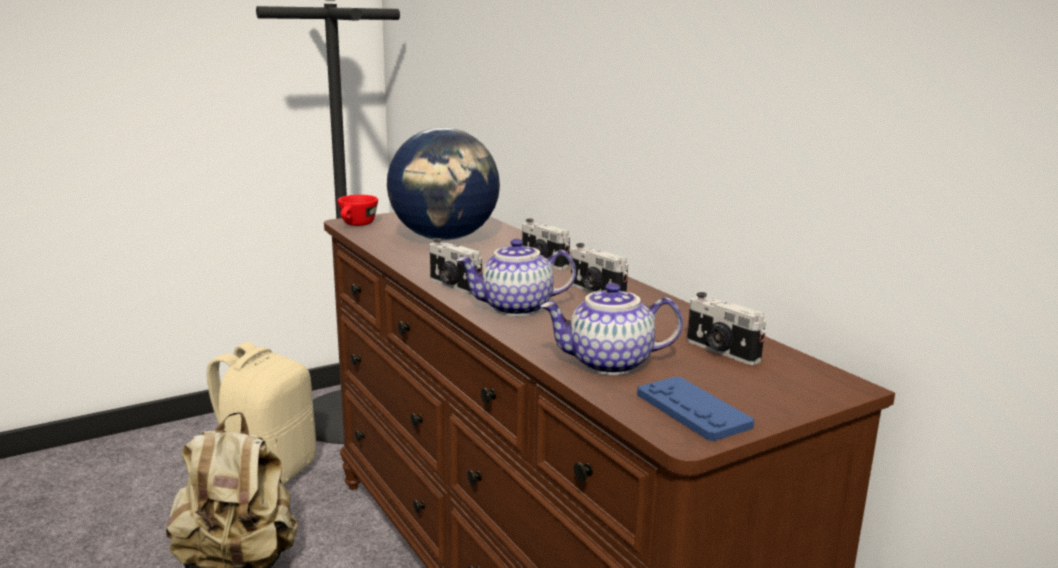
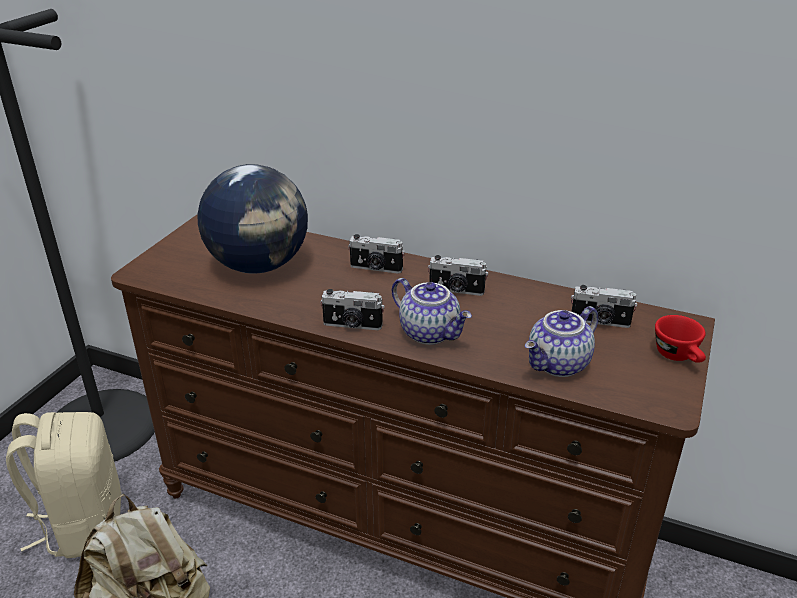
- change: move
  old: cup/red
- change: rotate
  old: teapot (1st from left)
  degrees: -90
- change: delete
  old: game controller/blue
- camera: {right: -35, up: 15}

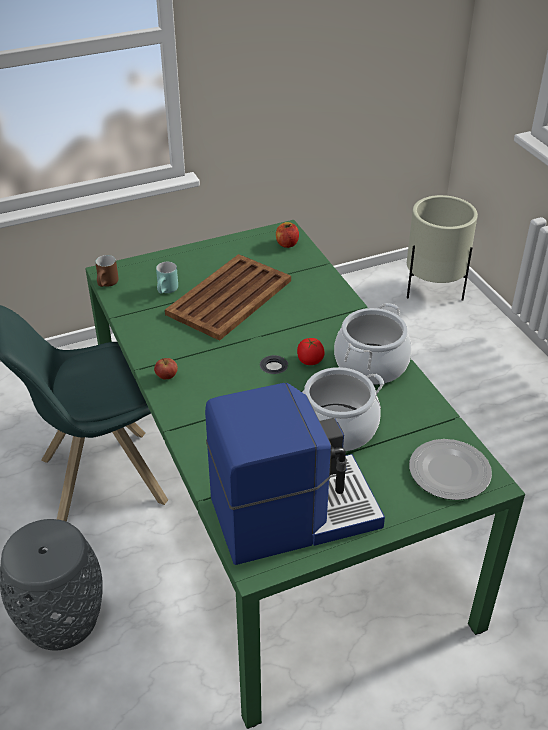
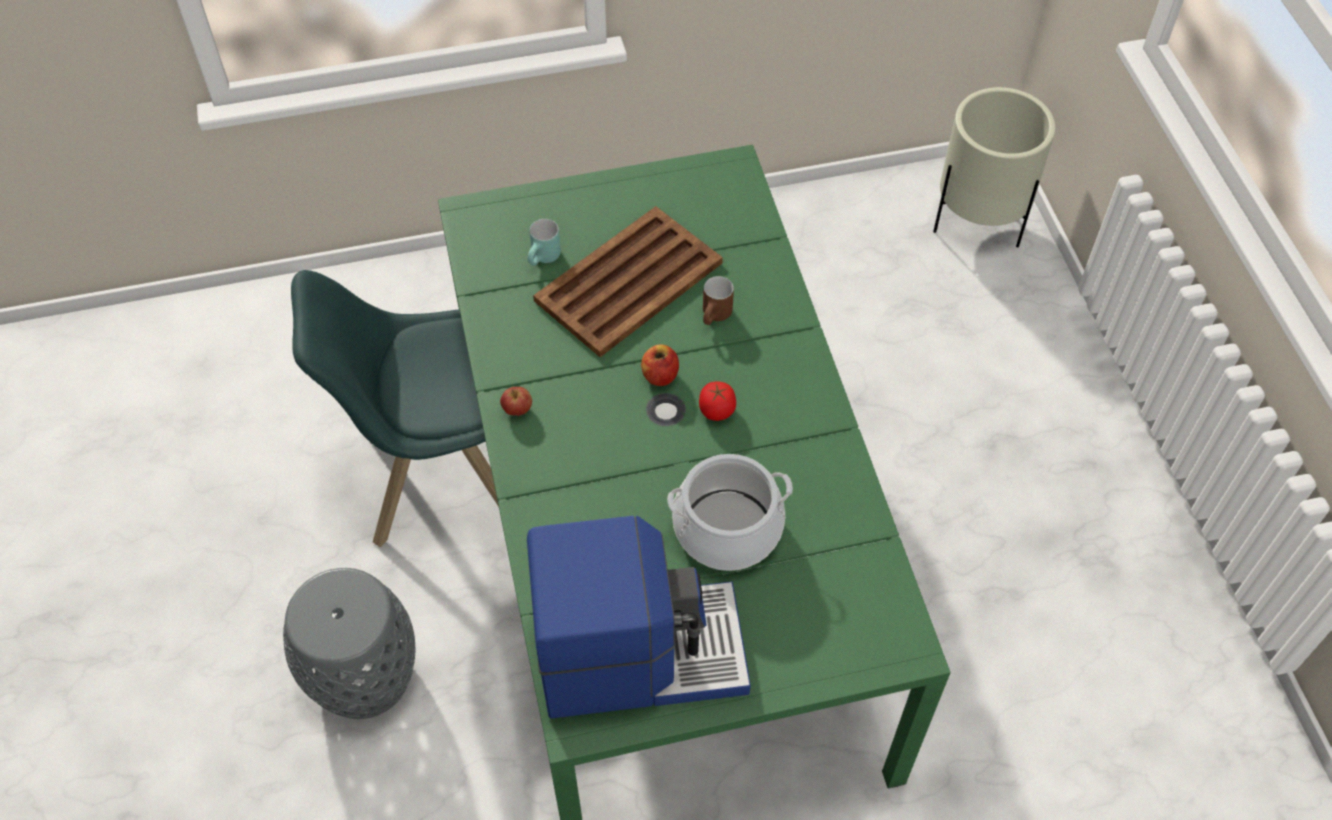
- change: move
  old: apple (2nd from left)
- change: move
  old: mug/brown
- change: delete
  old: cooking pot (2nd from left)
- change: delete
  old: plate
- camera: {right: 10, up: 15}

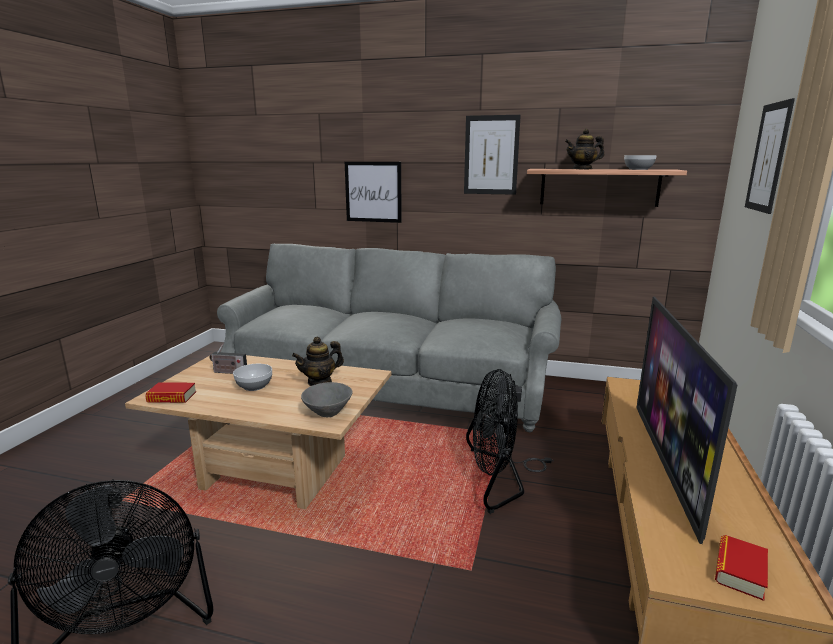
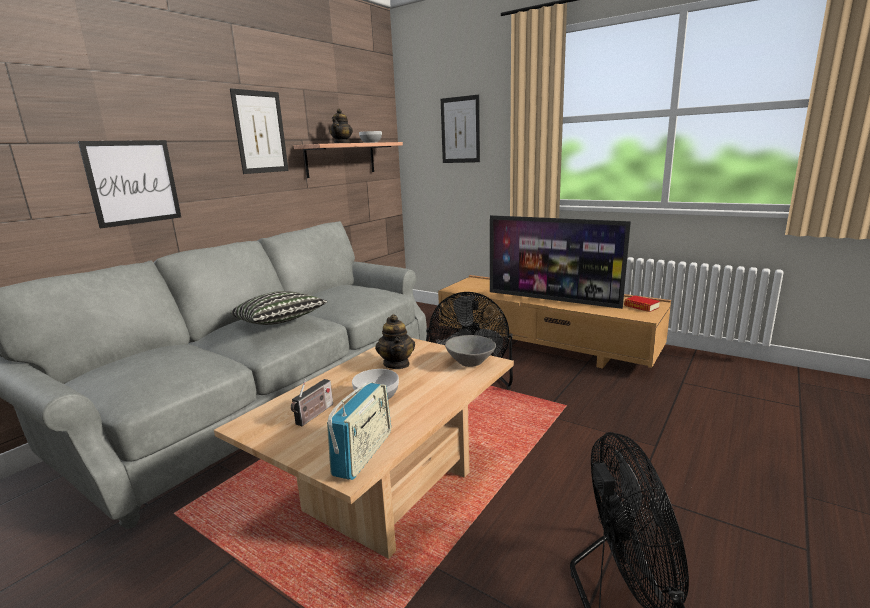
- change: replace
  old: book (1st from left)
  new: radio (2nd from left)
- change: insert
  new: pillow
- camera: {right: -70, up: 0}

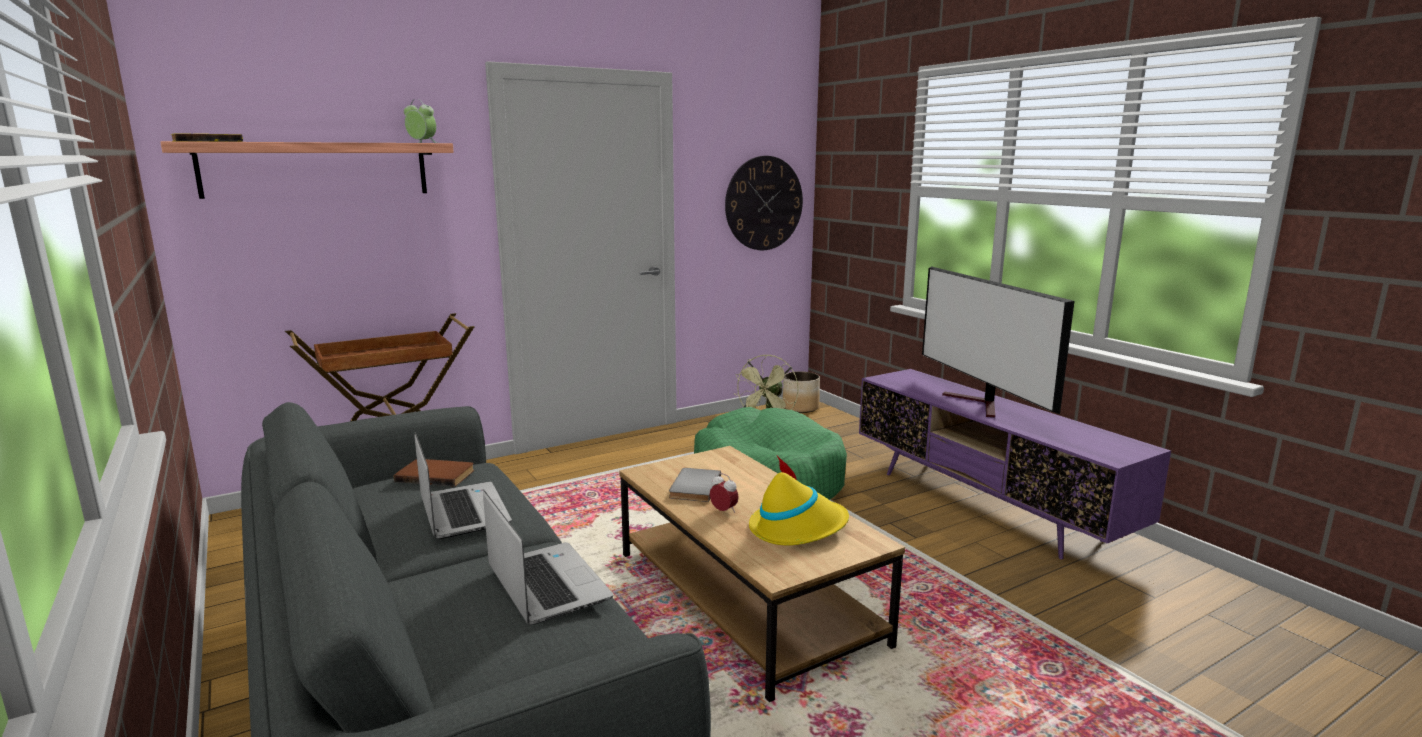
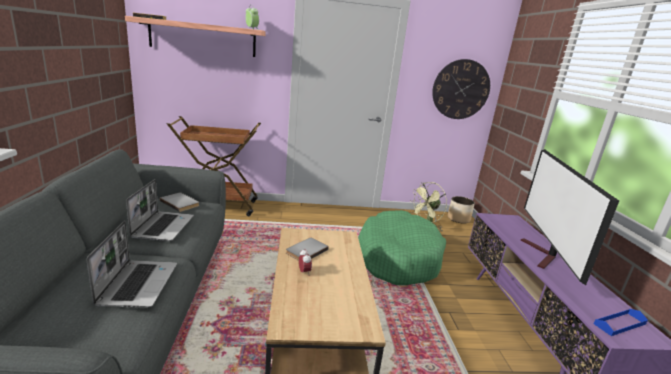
- change: delete
  old: hat/yellow
- change: recolor
  old: book/brown
  new: book/grey (1st from left)
- change: insert
  new: tray/blue
- camera: {right: 25, up: 5}

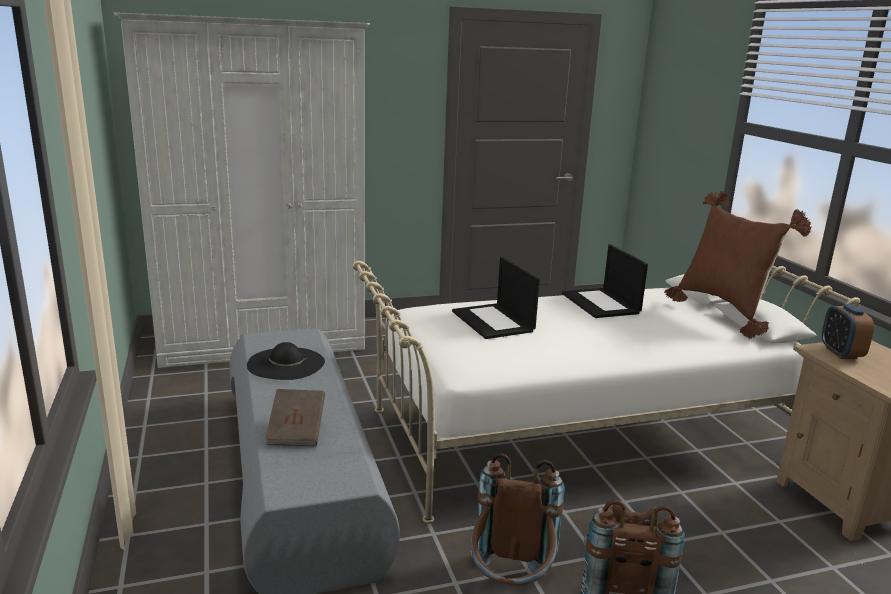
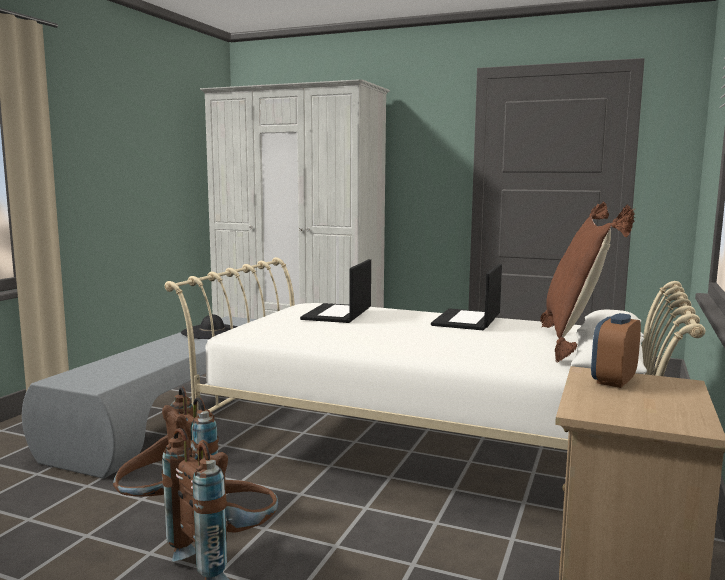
- change: delete
  old: book/brown
- camera: {right: 40, up: -10}

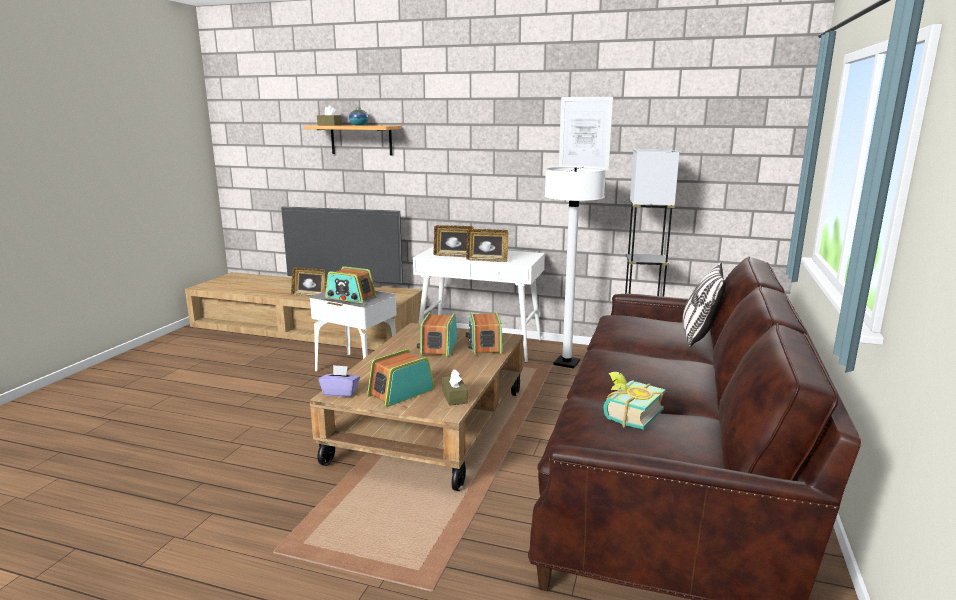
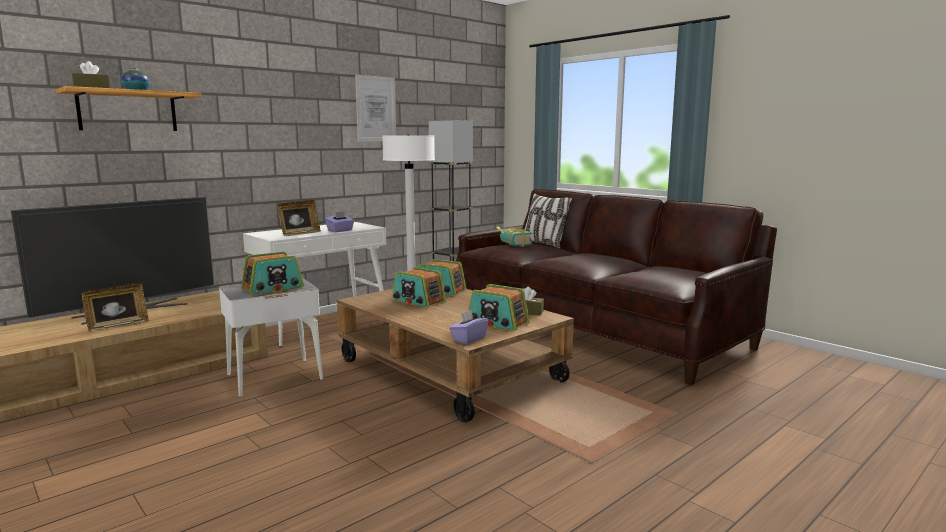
- change: replace
  old: picture frame (3rd from left)
  new: tissue box/purple (1st from left)
- change: rotate
  old: radio (2nd from left in the first image)
  degrees: -45
- change: move
  old: book
- camera: {right: -60, up: -5}

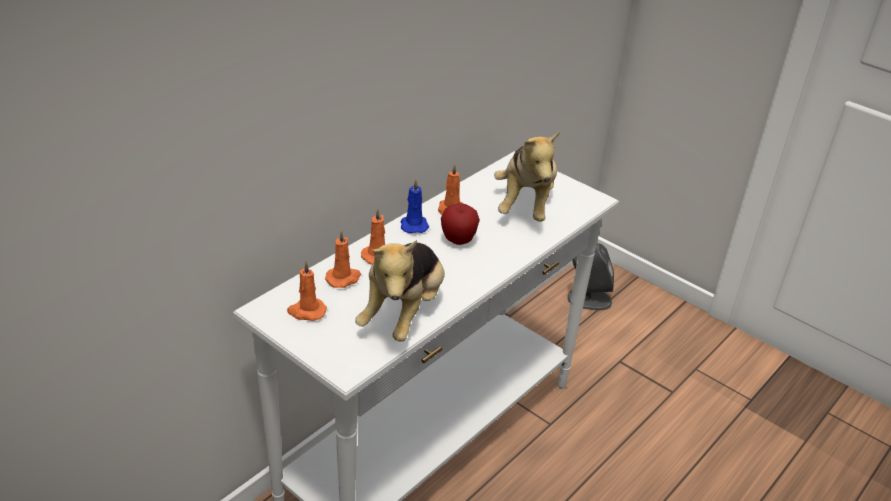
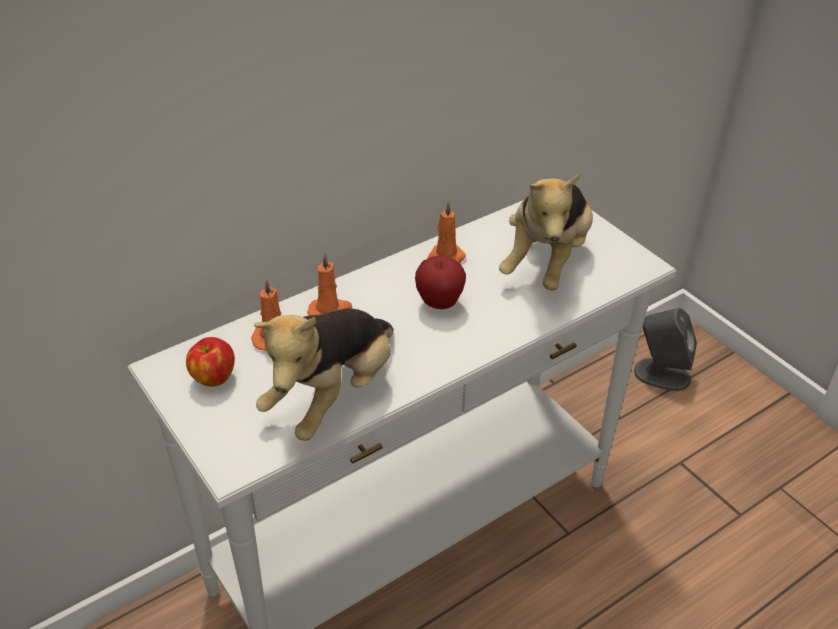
- change: delete
  old: candle/blue
- change: replace
  old: candle/orange (1st from left)
  new: apple (1st from left)
- camera: {right: 15, up: 5}

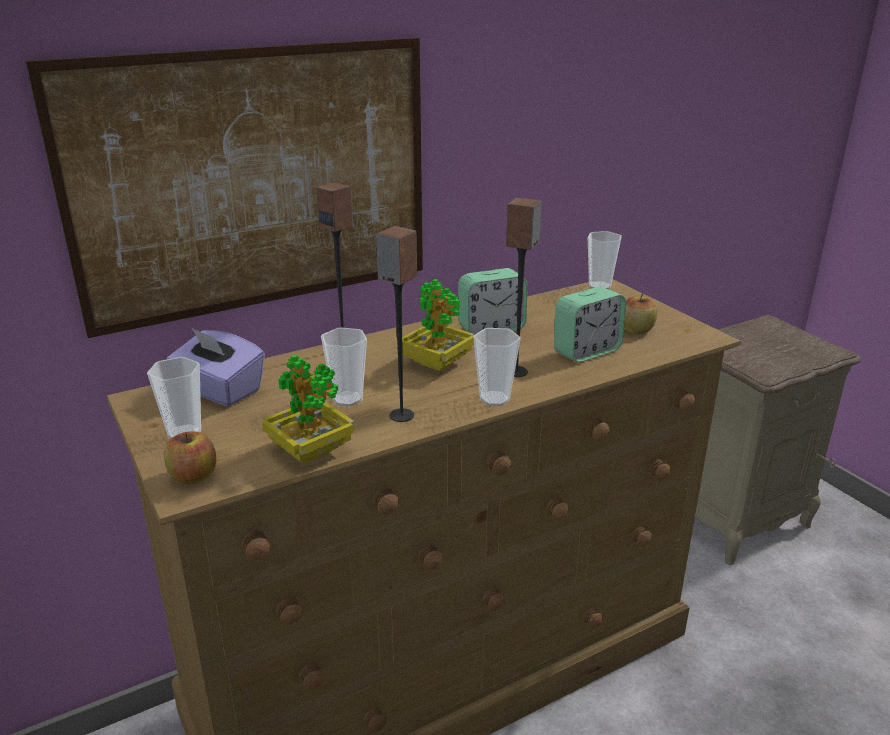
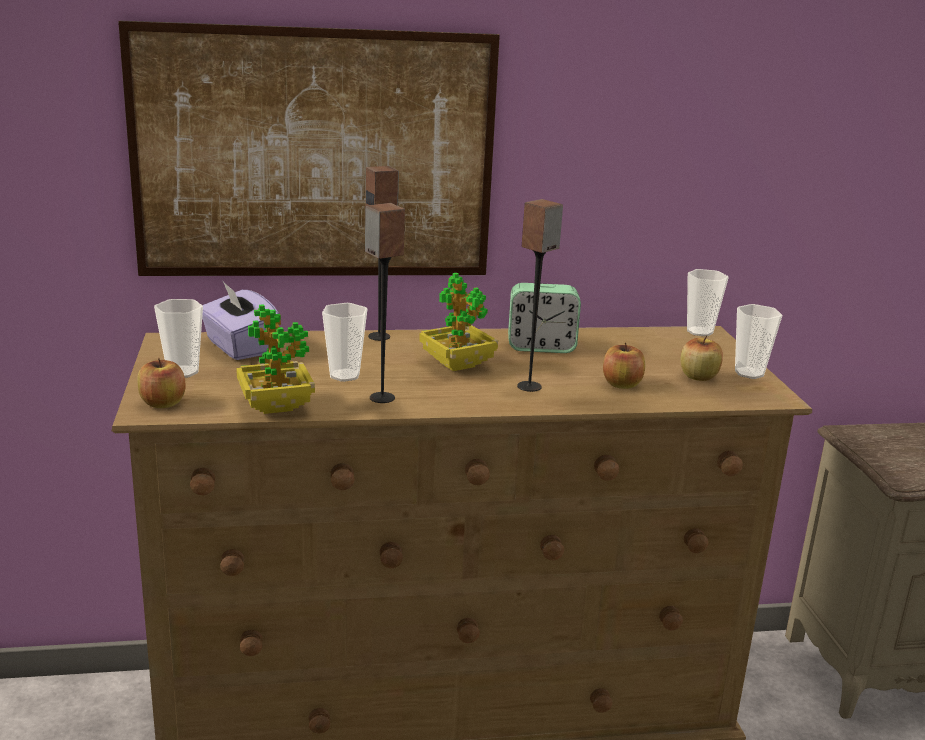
- change: replace
  old: alarm clock (2nd from left)
  new: apple (2nd from left)
- change: move
  old: cup (3rd from left in the first image)
  new: cup (4th from left)
- camera: {right: 20, up: -5}

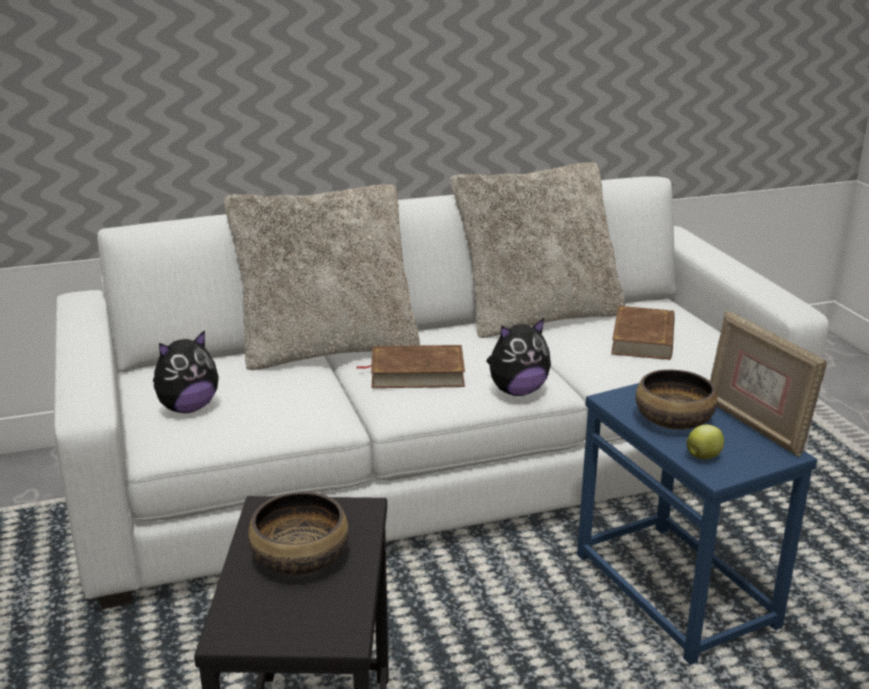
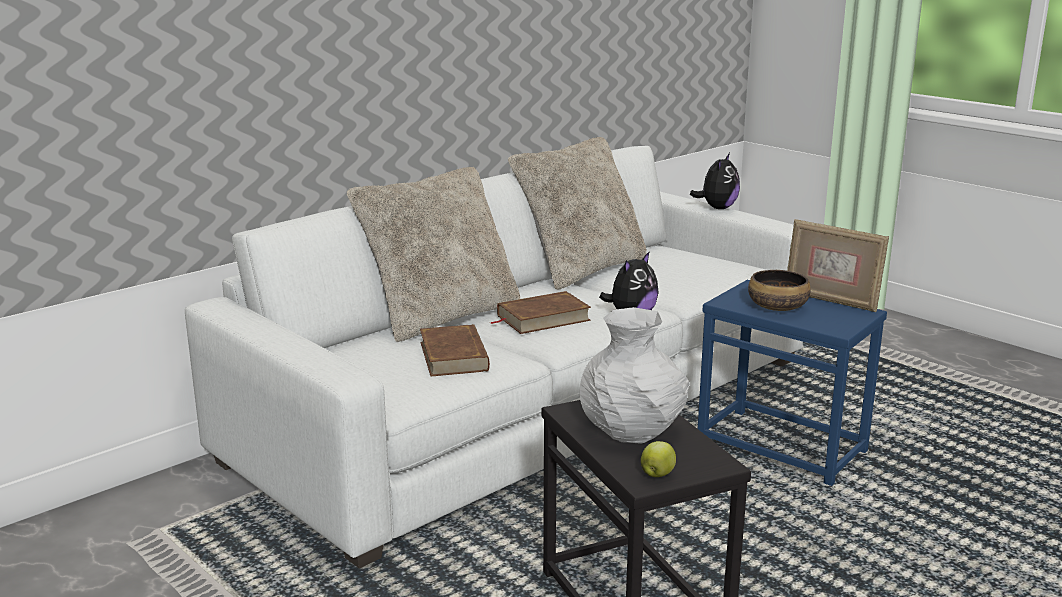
- change: move
  old: book/brown (2nd from left in the first image)
  new: book/brown (1st from left)
- change: move
  old: plush toy (1st from left in the first image)
  new: plush toy (2nd from left)
- change: move
  old: apple
- change: replace
  old: bowl (1st from left)
  new: vase/white
- camera: {right: -25, up: -5}

